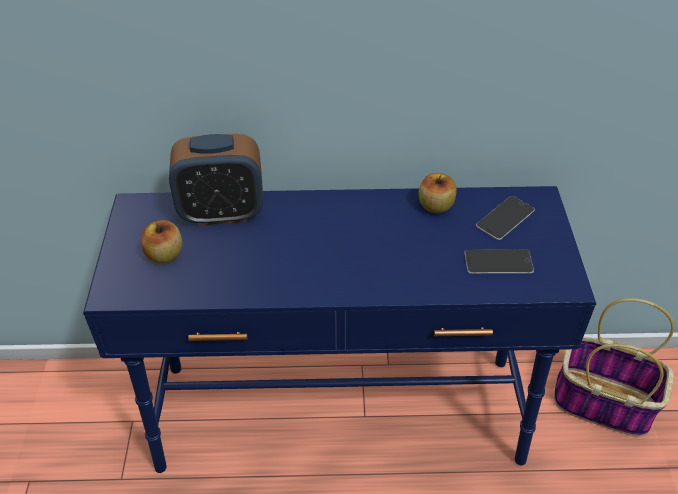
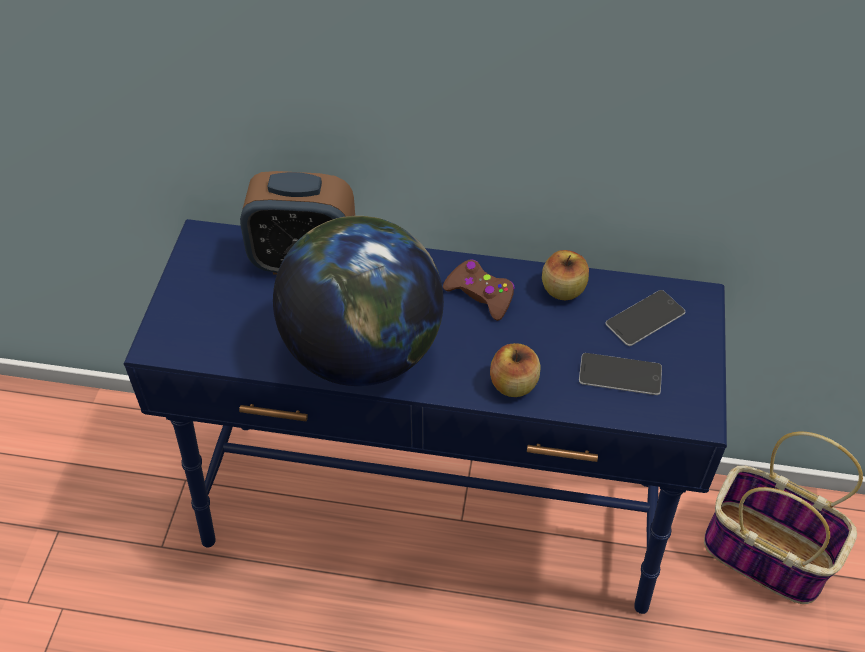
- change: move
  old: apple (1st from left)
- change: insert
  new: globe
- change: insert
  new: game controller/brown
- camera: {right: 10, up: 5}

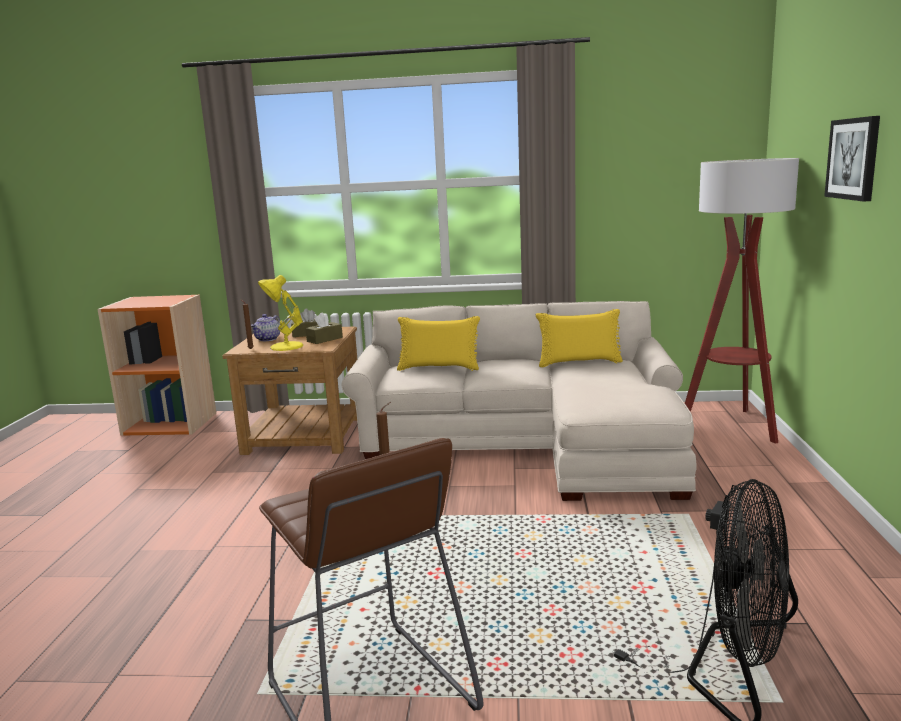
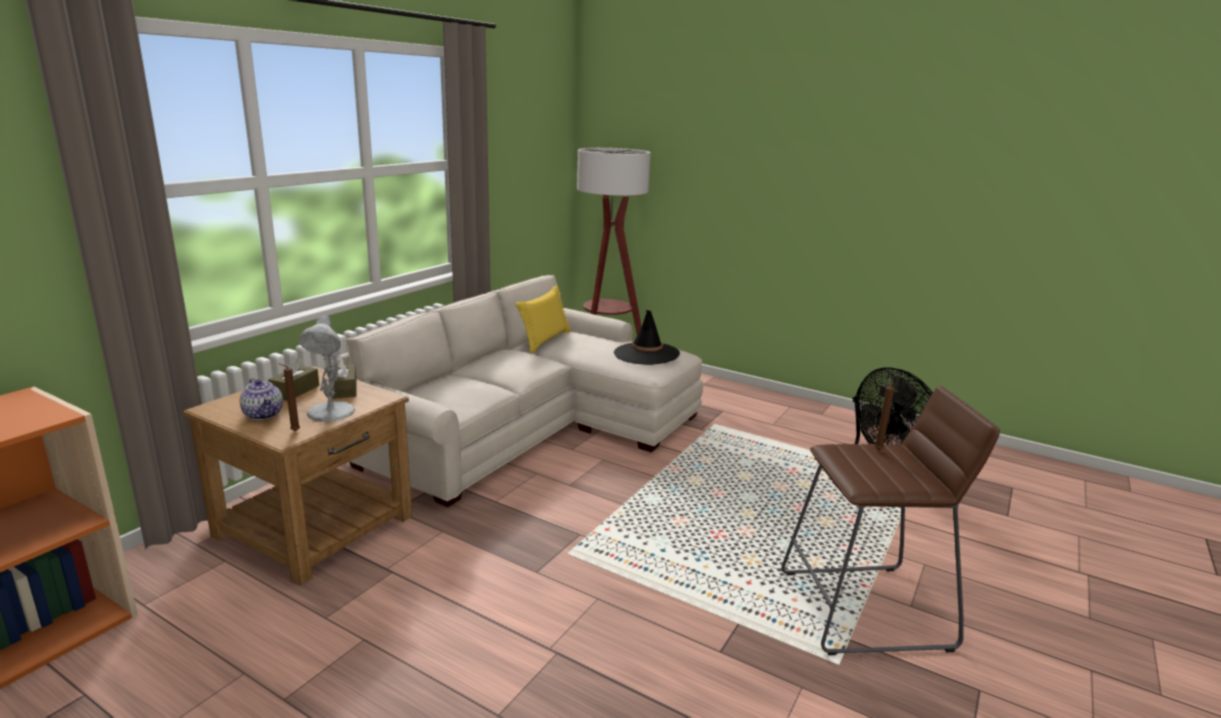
- change: delete
  old: picture
- change: recolor
  old: table lamp/yellow
  new: table lamp/white
- change: delete
  old: pillow/yellow (1st from left)
- change: insert
  new: hat/black
- camera: {right: -65, up: 5}

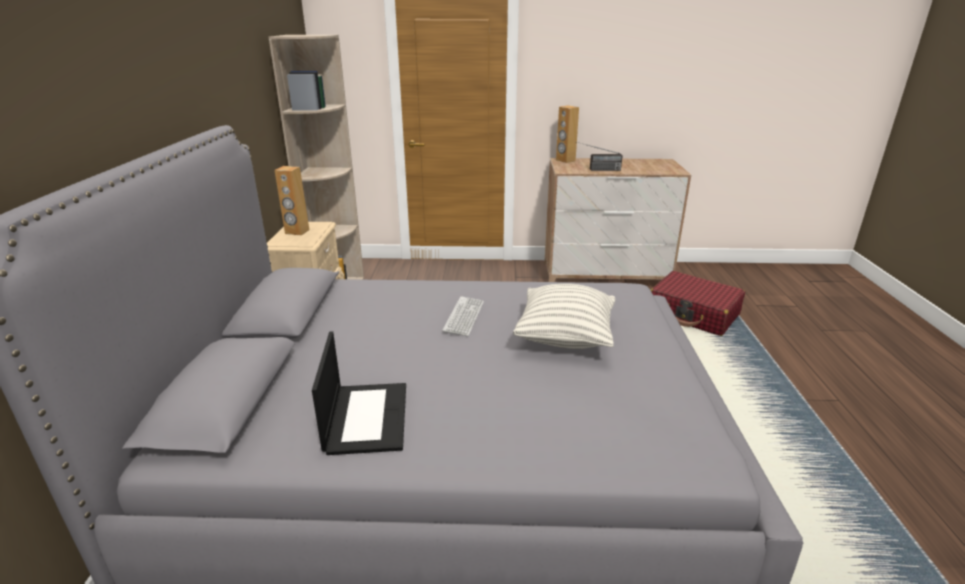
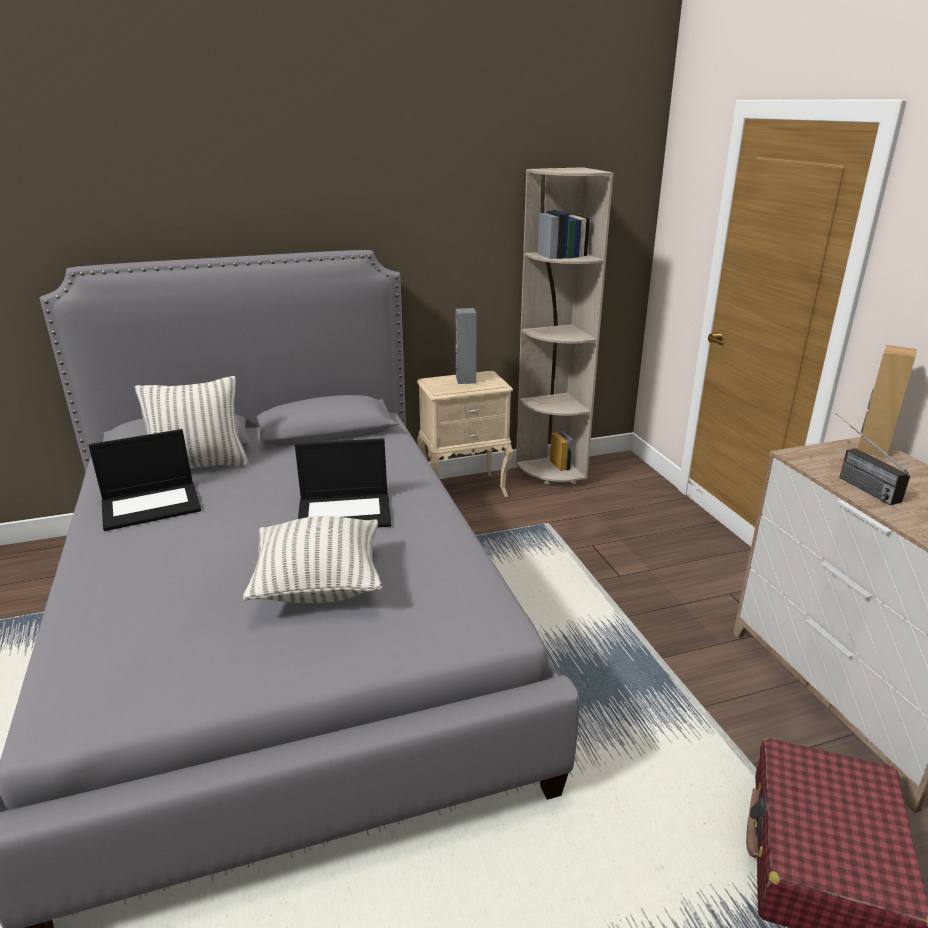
- change: recolor
  old: speaker/brown (1st from left)
  new: speaker/grey
- change: replace
  old: keyboard
  new: laptop (2nd from left)
- change: insert
  new: pillow (1st from left)
- camera: {right: 70, up: 0}

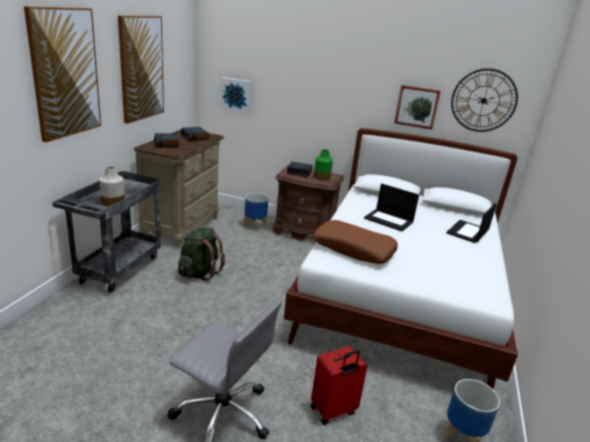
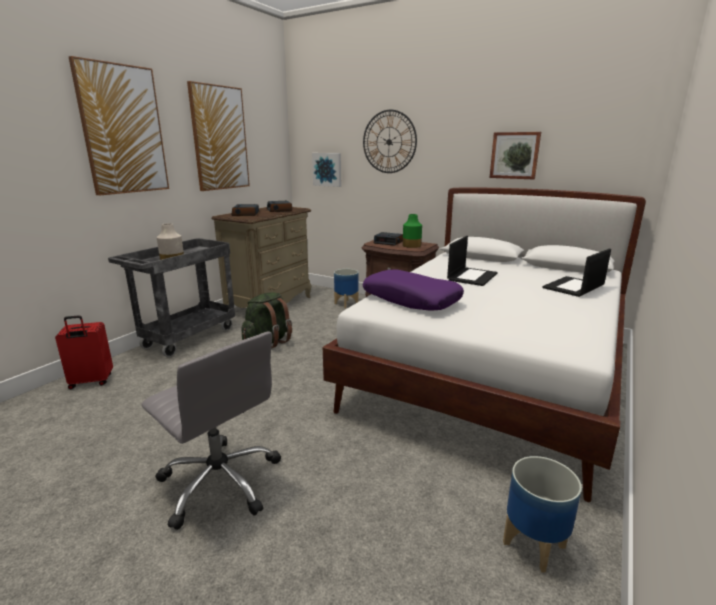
- change: move
  old: wall clock
- change: rotate
  old: laptop (1st from left)
  degrees: -105
- change: recolor
  old: pillow/brown
  new: pillow/purple
- change: move
  old: suitcase/red
- camera: {right: 15, up: -5}

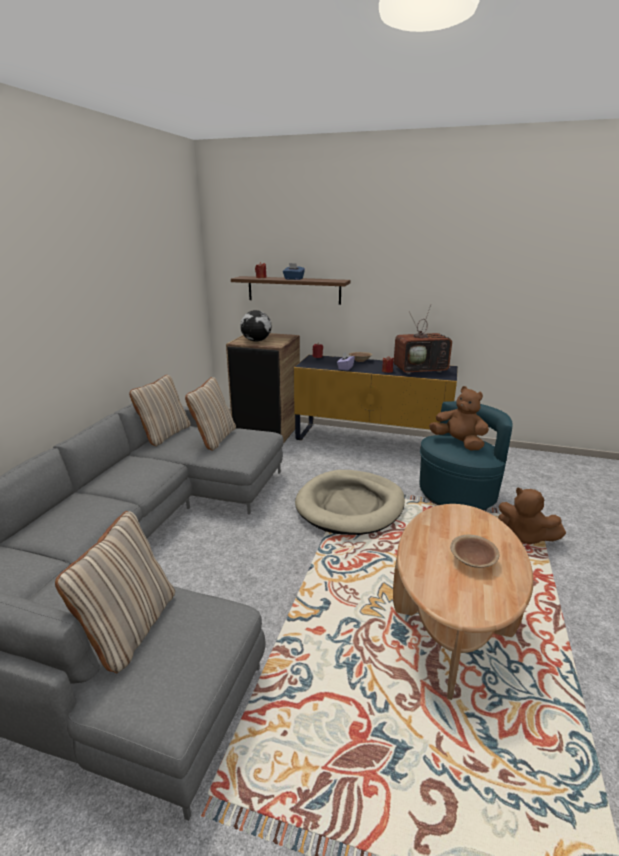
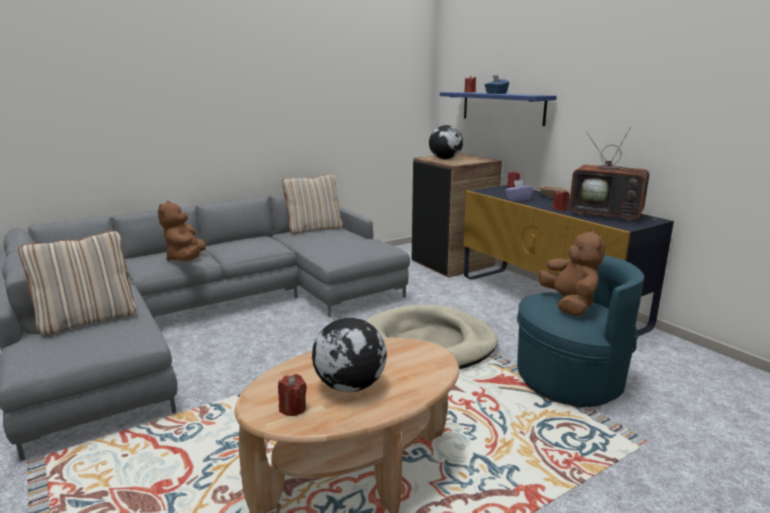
- change: recolor
  old: shelf/brown
  new: shelf/blue
- change: delete
  old: pillow/beige (3rd from left)
- change: move
  old: plush toy/brown (2nd from left in the first image)
  new: plush toy/brown (1st from left)
- change: replace
  old: bowl/brown (2nd from left)
  new: globe (1st from left)
- change: insert
  new: candle/red (1st from left)
- camera: {right: 40, up: -5}

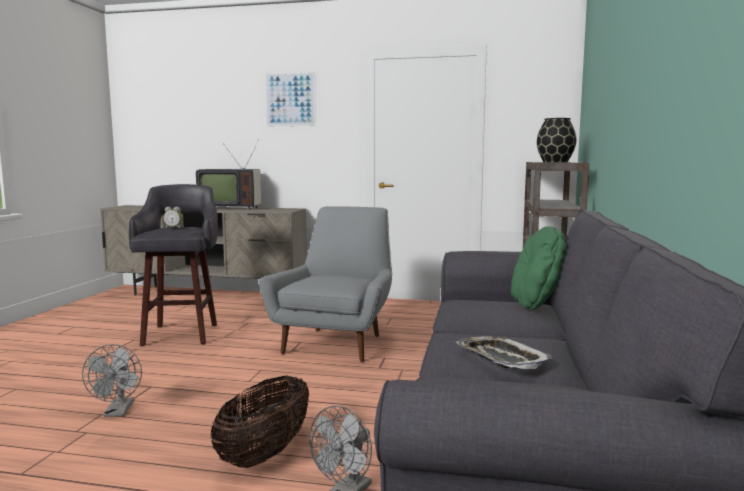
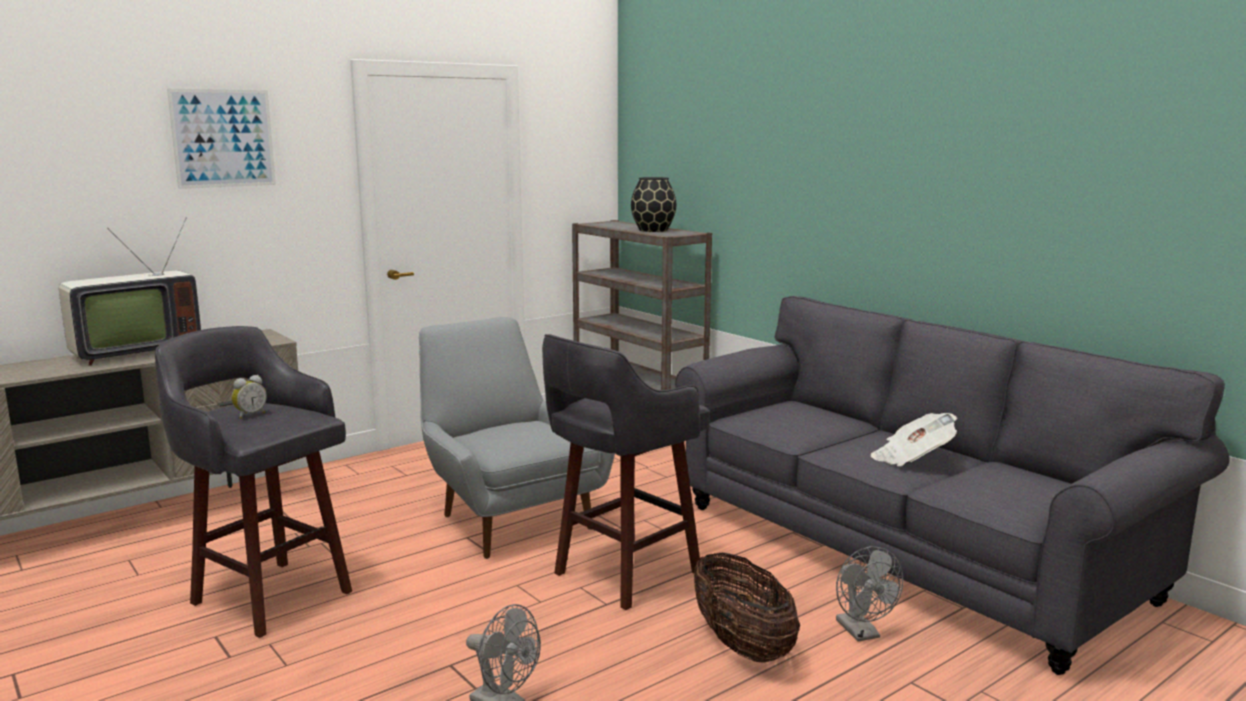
- change: delete
  old: pillow/green
- change: replace
  old: tray
  new: newspaper
- change: insert
  new: stool/grey (2nd from left)
- camera: {right: -50, up: 5}

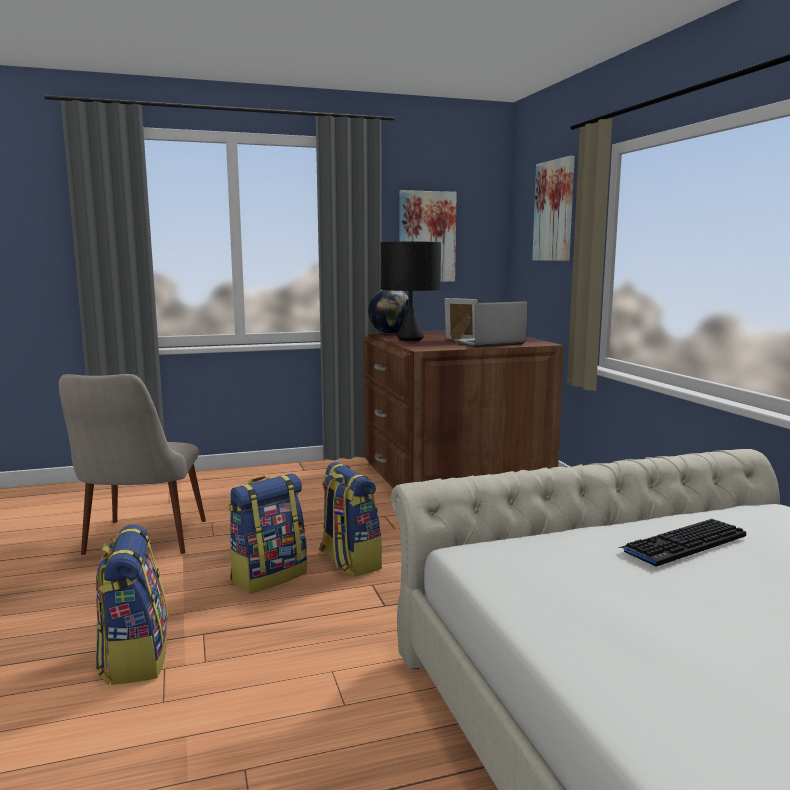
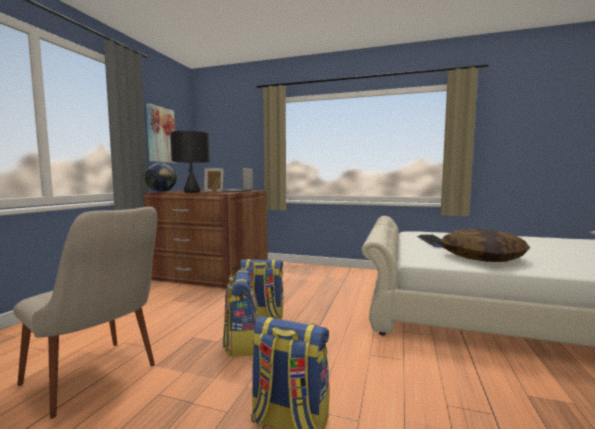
- change: delete
  old: picture (2nd from left)
- change: insert
  new: pillow
- camera: {right: -55, up: -5}

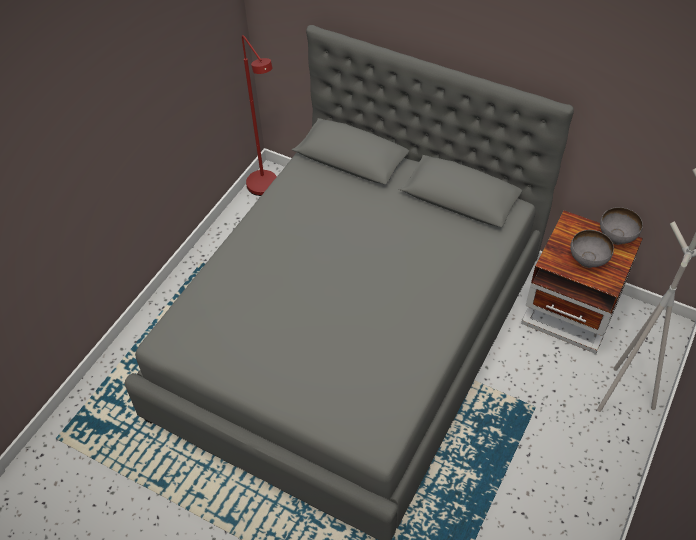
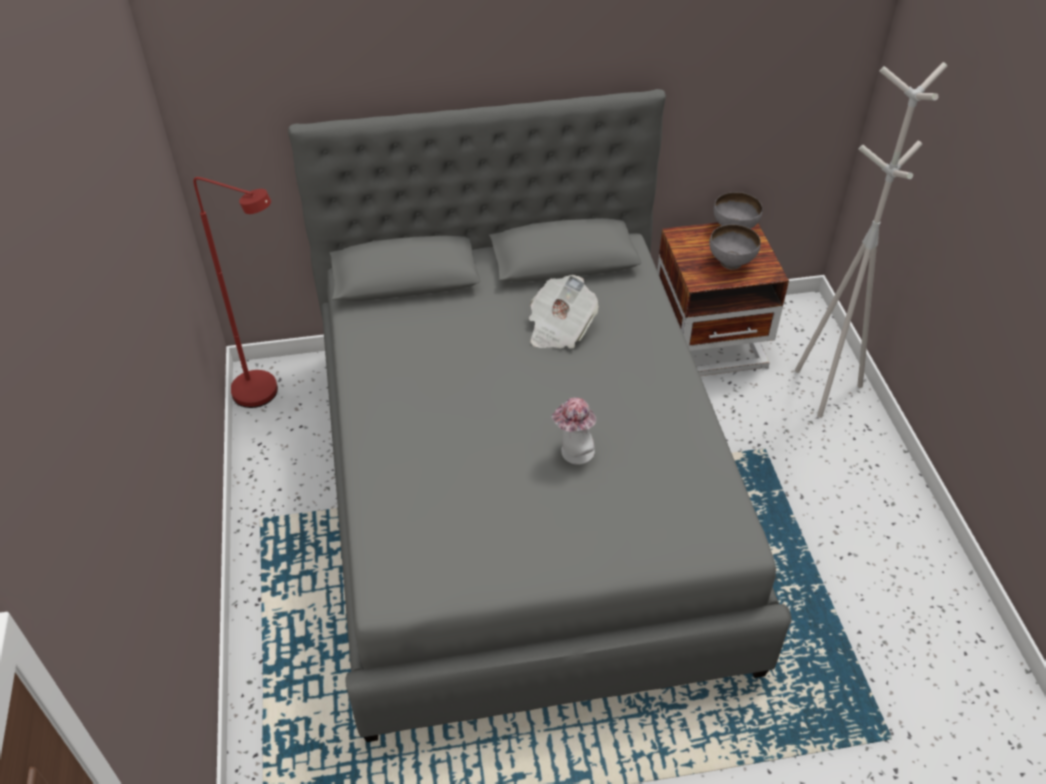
- change: insert
  new: newspaper
- change: insert
  new: hat
- camera: {right: -40, up: -5}

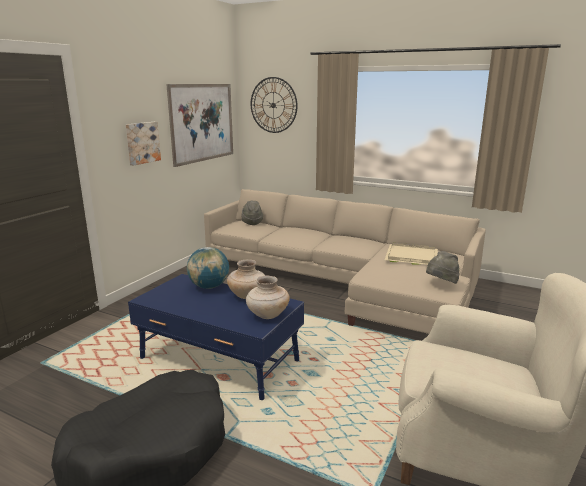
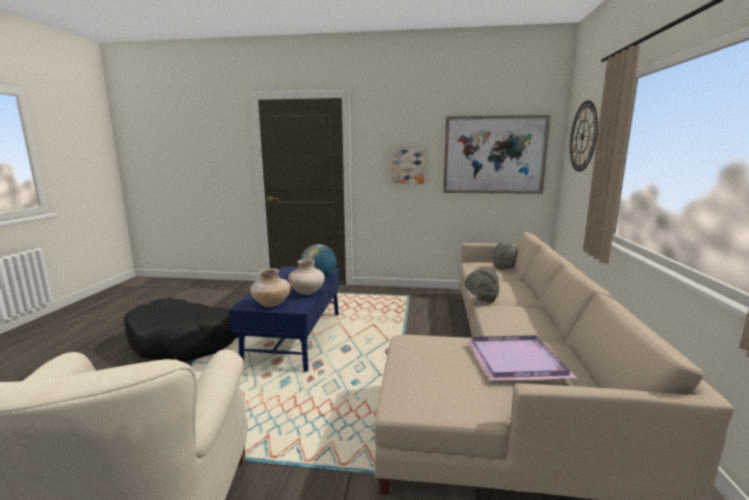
- change: recolor
  old: tray/beige
  new: tray/purple
- change: move
  old: hat/grey (2nd from left in the first image)
  new: hat/grey (1st from left)
- camera: {right: 70, up: -5}

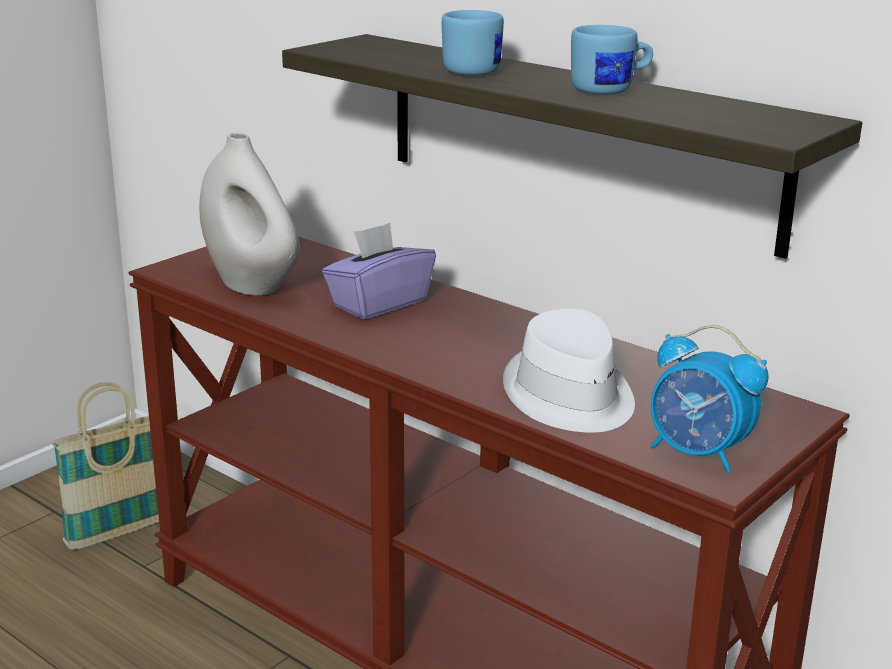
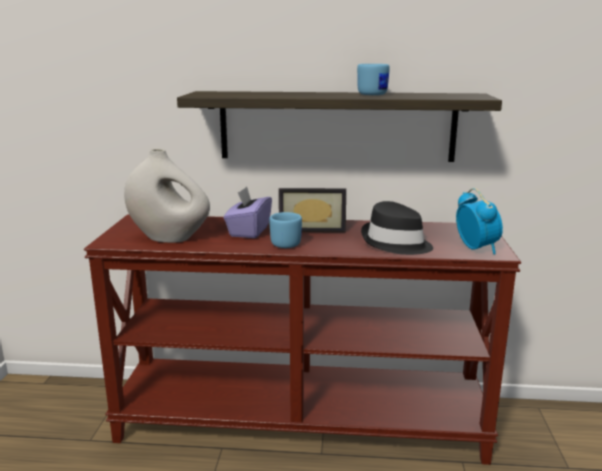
- change: move
  old: mug/blue (1st from left)
- change: recolor
  old: hat/white
  new: hat/black
- change: rotate
  old: alarm clock
  degrees: -105
- change: delete
  old: basket
- change: insert
  new: picture frame
- camera: {right: -35, up: -5}

